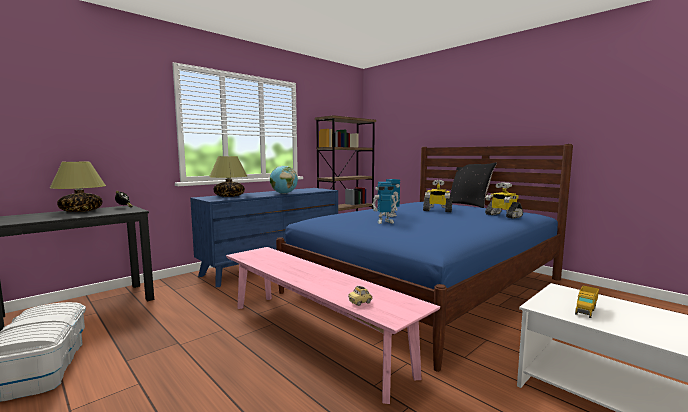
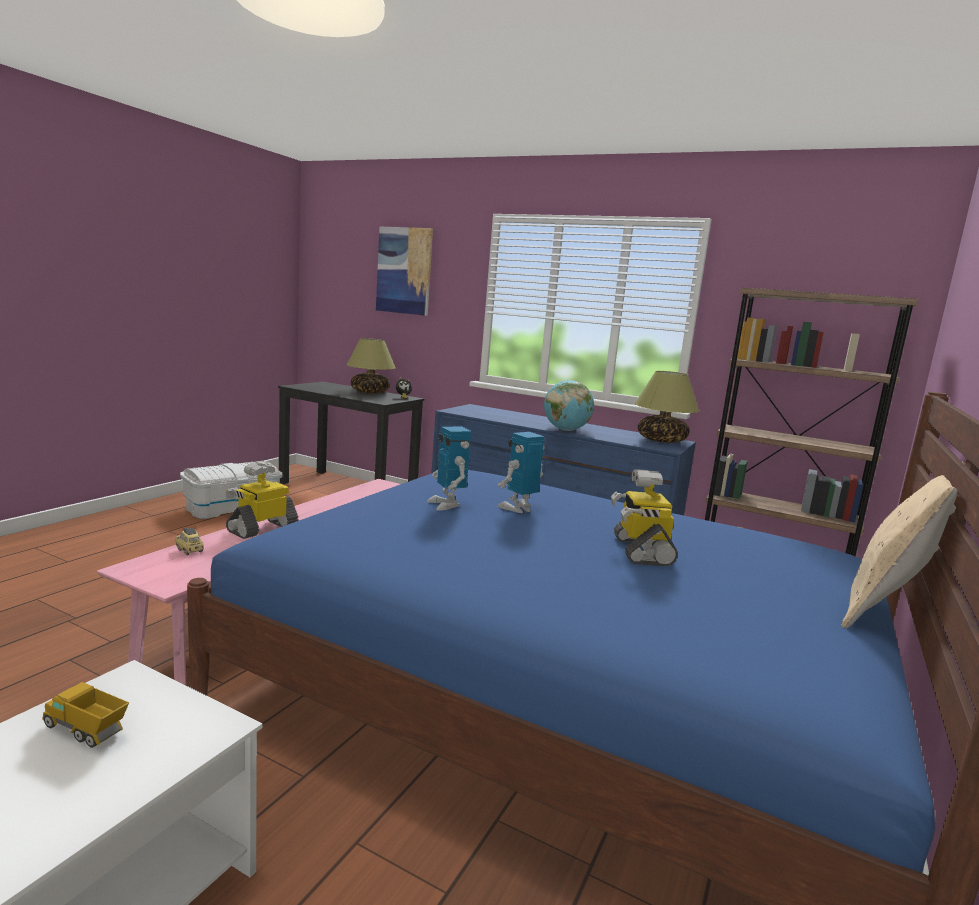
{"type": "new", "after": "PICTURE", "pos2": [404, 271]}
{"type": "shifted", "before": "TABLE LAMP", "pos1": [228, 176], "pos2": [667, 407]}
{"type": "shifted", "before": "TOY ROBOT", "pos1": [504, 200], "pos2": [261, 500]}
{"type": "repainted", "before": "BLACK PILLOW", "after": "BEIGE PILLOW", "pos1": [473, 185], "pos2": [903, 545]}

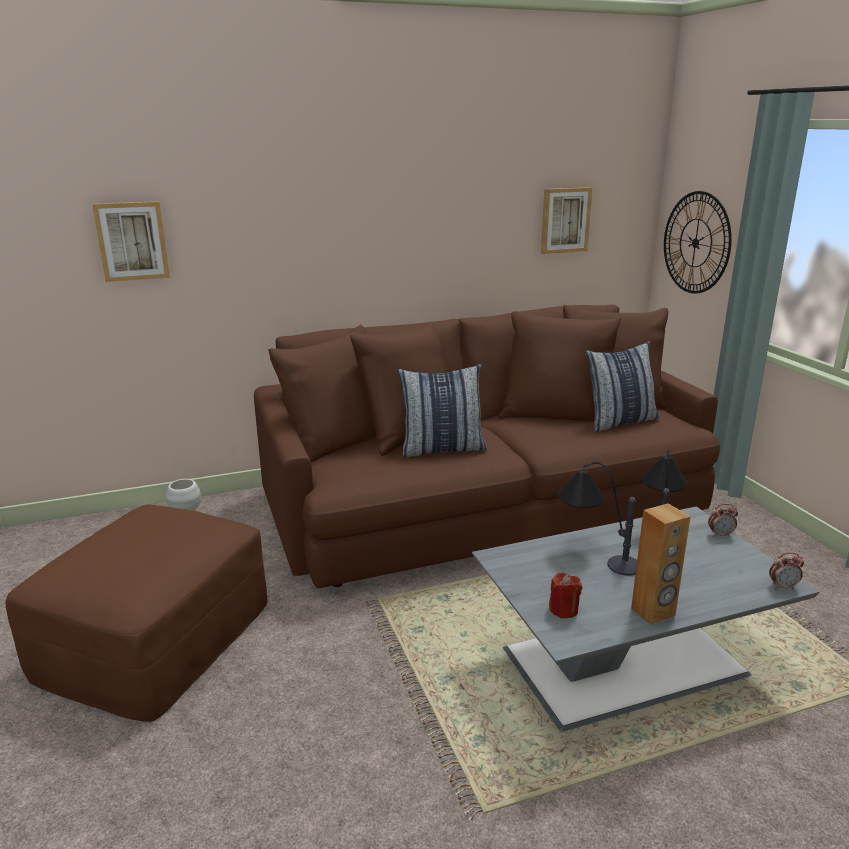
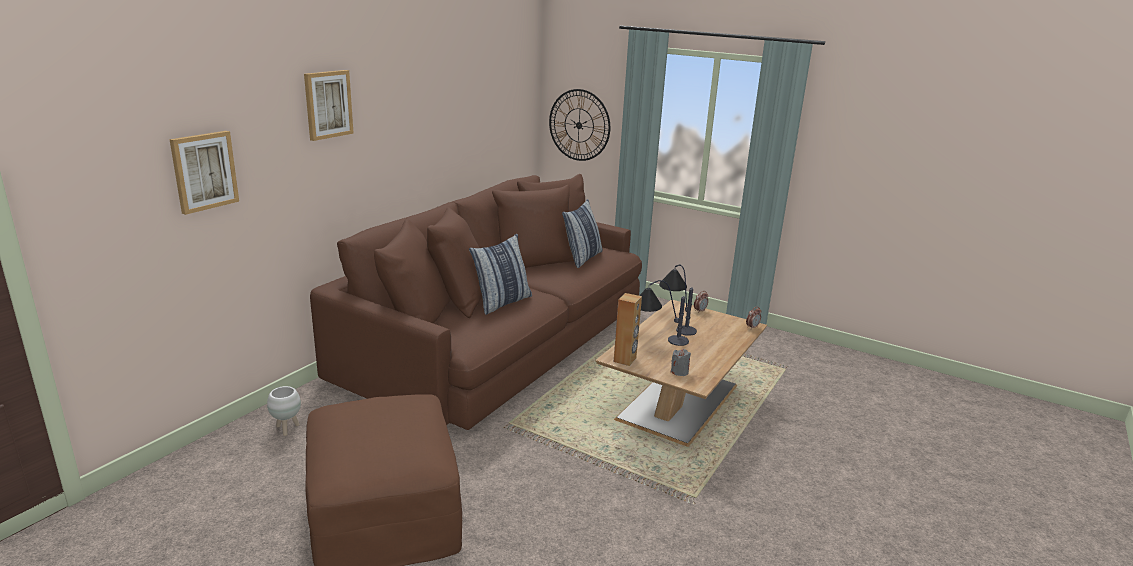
{"type": "shifted", "before": "PICTURE", "pos1": [566, 220], "pos2": [329, 105]}
{"type": "shifted", "before": "BROWN SPEAKER", "pos1": [661, 564], "pos2": [628, 329]}
{"type": "repainted", "before": "GREY COFFEE TABLE", "after": "BROWN COFFEE TABLE", "pos1": [645, 619], "pos2": [681, 373]}
{"type": "repainted", "before": "RED CANDLE", "after": "GREY CANDLE", "pos1": [565, 595], "pos2": [681, 362]}

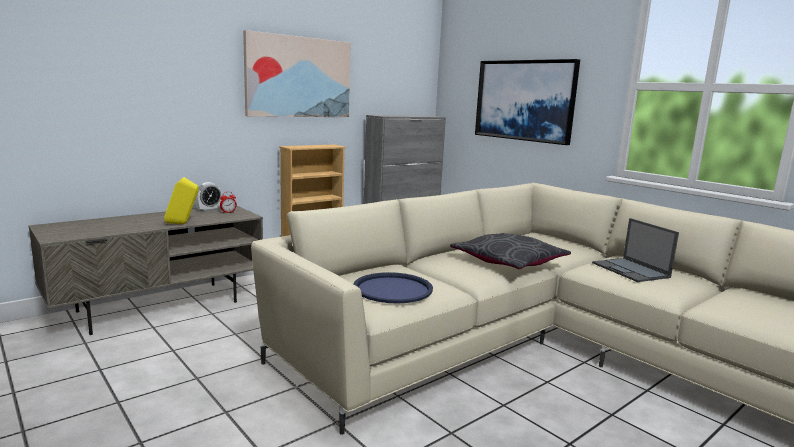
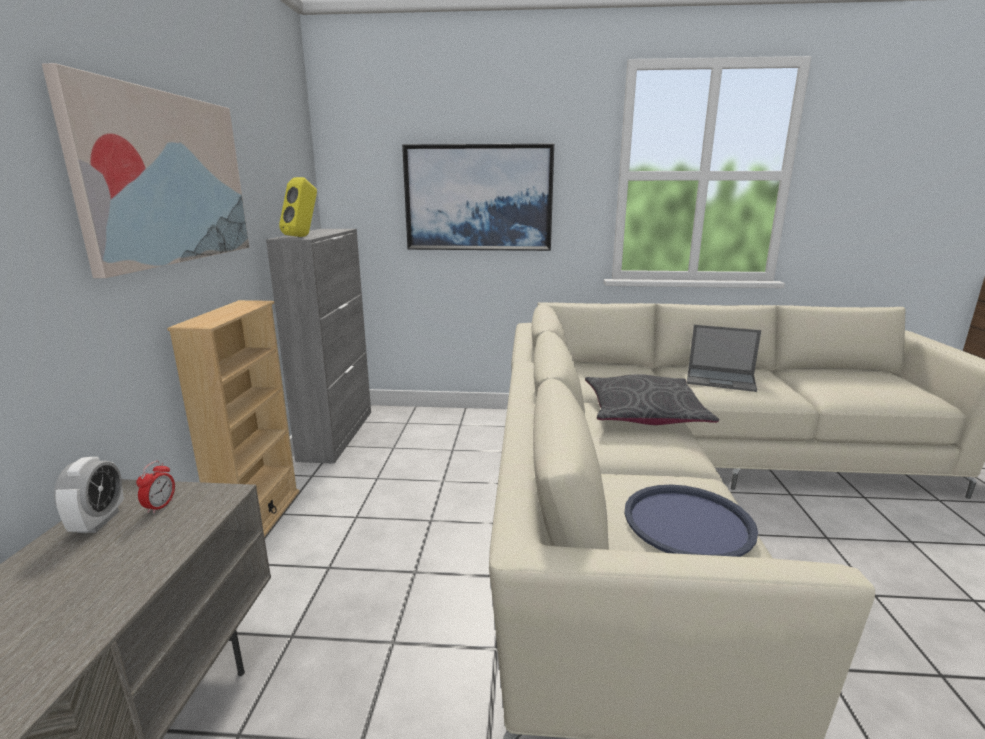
{"type": "shifted", "before": "YELLOW SPEAKER", "pos1": [181, 200], "pos2": [298, 207]}

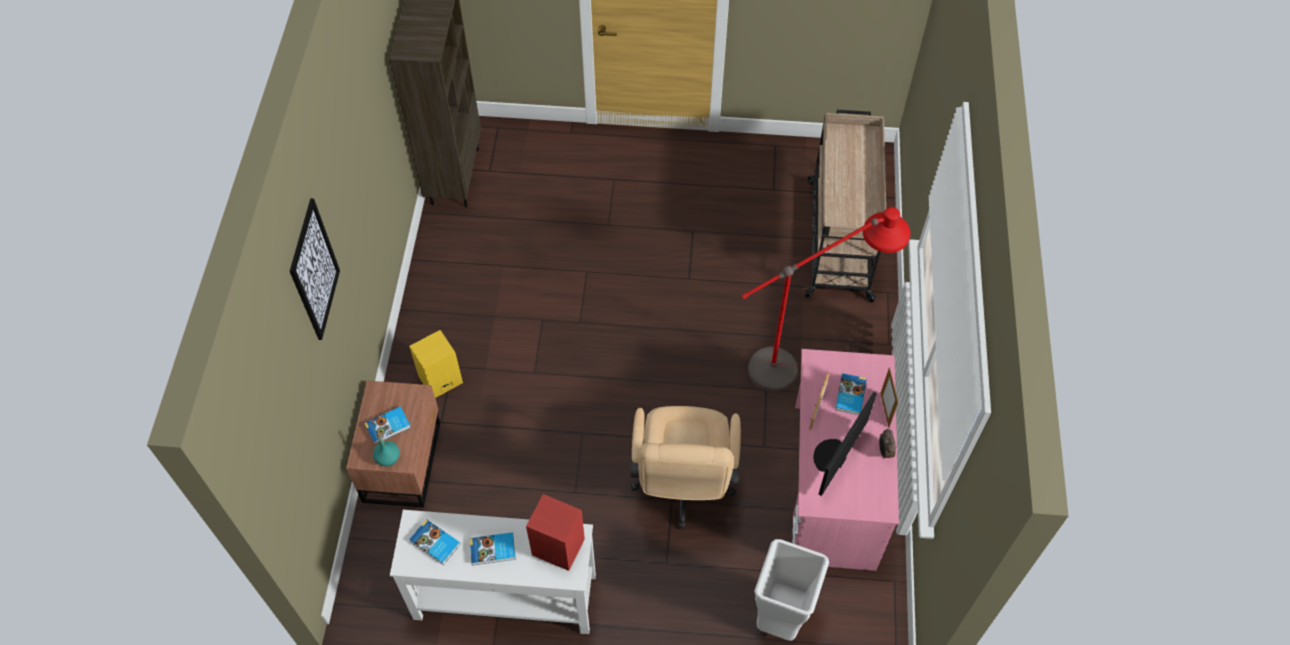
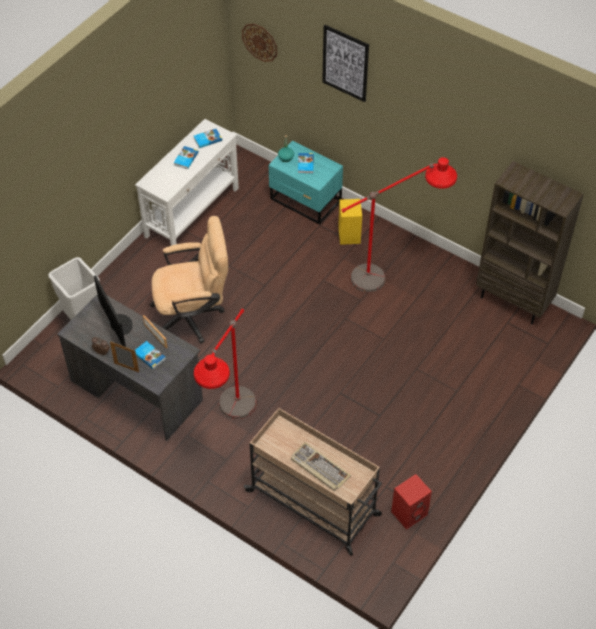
{"type": "new", "after": "WALL CLOCK", "pos2": [259, 43]}
{"type": "new", "after": "KEYBOARD", "pos2": [321, 466]}
{"type": "new", "after": "RED FLOOR LAMP", "pos2": [399, 224]}
{"type": "shifted", "before": "RED SPEAKER", "pos1": [555, 532], "pos2": [411, 502]}
{"type": "repainted", "before": "BROWN NIGHTSTAND", "after": "TURQUOISE NIGHTSTAND", "pos1": [393, 444], "pos2": [306, 183]}
{"type": "repainted", "before": "PINK DESK", "after": "GREY DESK", "pos1": [845, 460], "pos2": [130, 367]}
{"type": "rotated", "before": "BEIGE OFFICE CHAIR", "pos1": [685, 467], "pos2": [189, 279], "turn": 135}

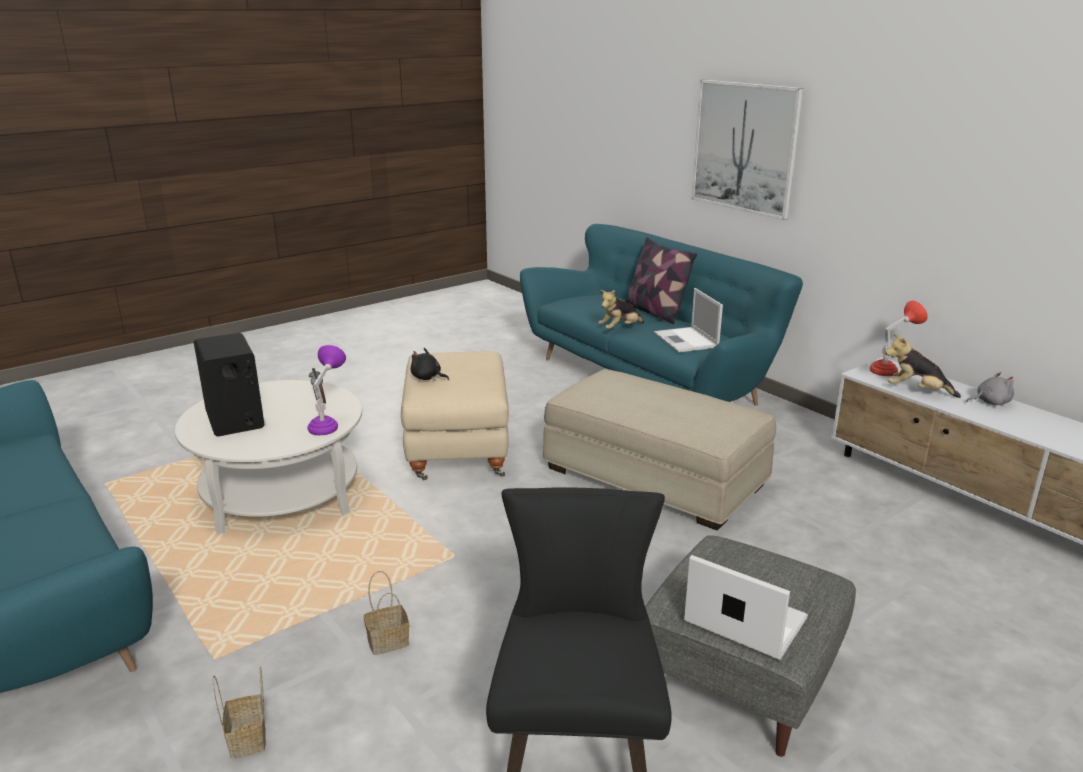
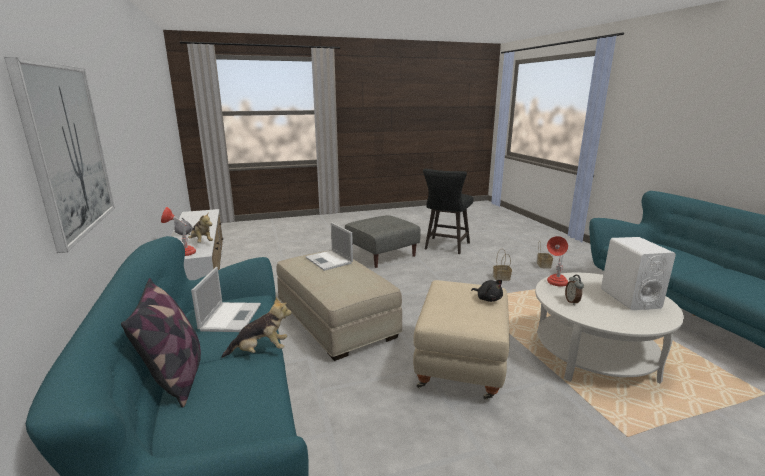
{"type": "shifted", "before": "LAPTOP", "pos1": [746, 607], "pos2": [329, 246]}
{"type": "repainted", "before": "BLACK SPEAKER", "after": "WHITE SPEAKER", "pos1": [229, 385], "pos2": [638, 273]}
{"type": "repainted", "before": "PURPLE TABLE LAMP", "after": "RED TABLE LAMP", "pos1": [327, 390], "pos2": [557, 261]}

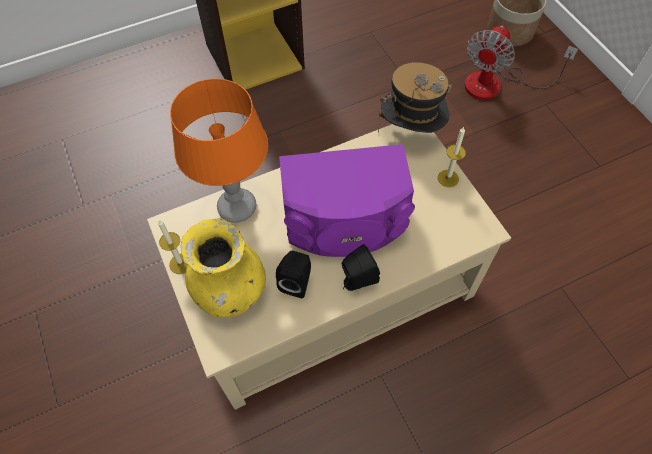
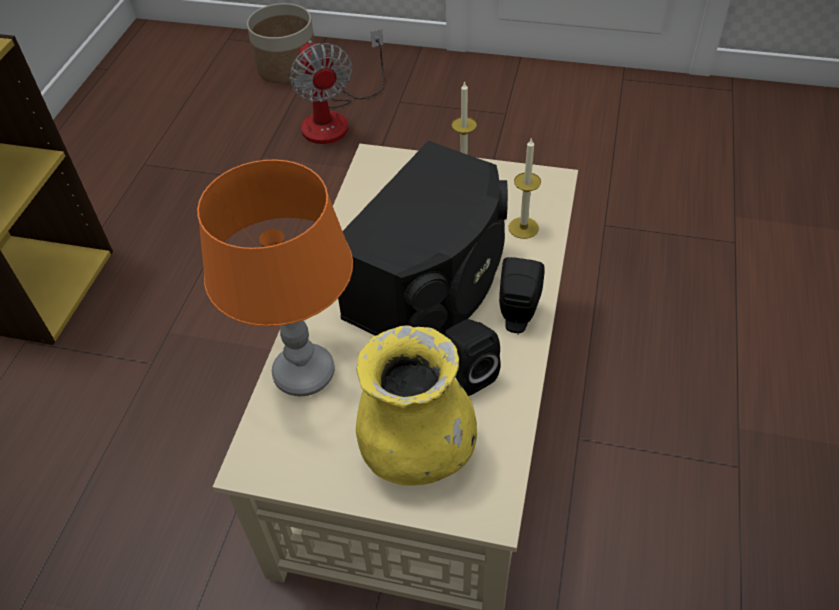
{"type": "gone", "before": "HAT", "pos1": [415, 97]}
{"type": "shifted", "before": "CANDLE", "pos1": [172, 247], "pos2": [525, 188]}
{"type": "repainted", "before": "PURPLE SPEAKER", "after": "BLACK SPEAKER", "pos1": [347, 200], "pos2": [423, 238]}

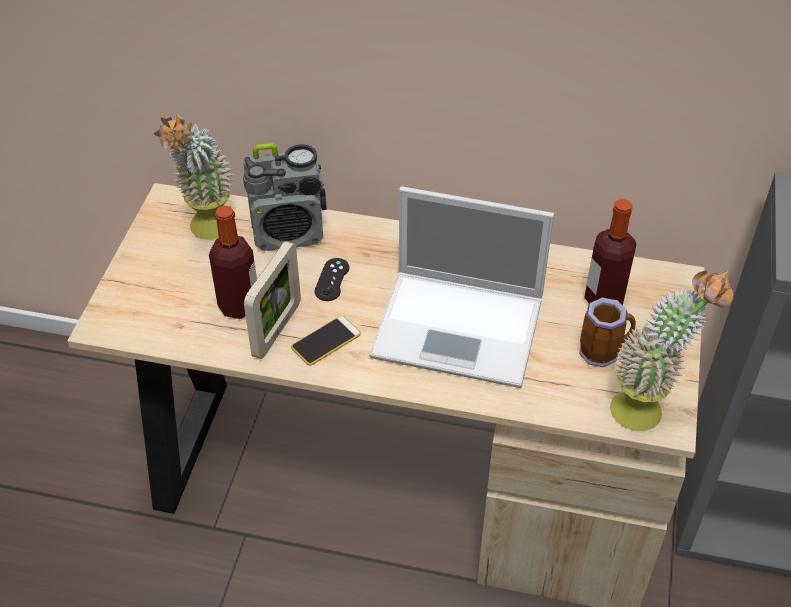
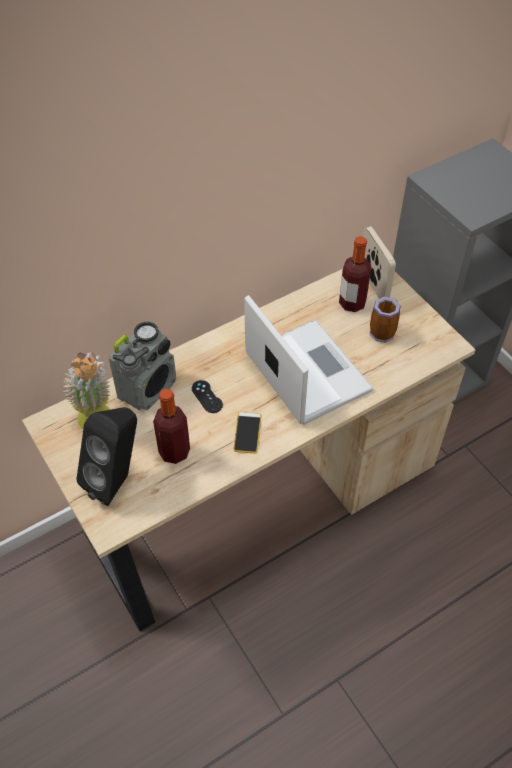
{"type": "gone", "before": "POTTED PLANT", "pos1": [672, 351]}
{"type": "new", "after": "BLACK SPEAKER", "pos2": [106, 456]}
{"type": "shifted", "before": "PICTURE FRAME", "pos1": [272, 300], "pos2": [379, 262]}
{"type": "rotated", "before": "LAPTOP", "pos1": [461, 287], "pos2": [308, 360], "turn": -90}

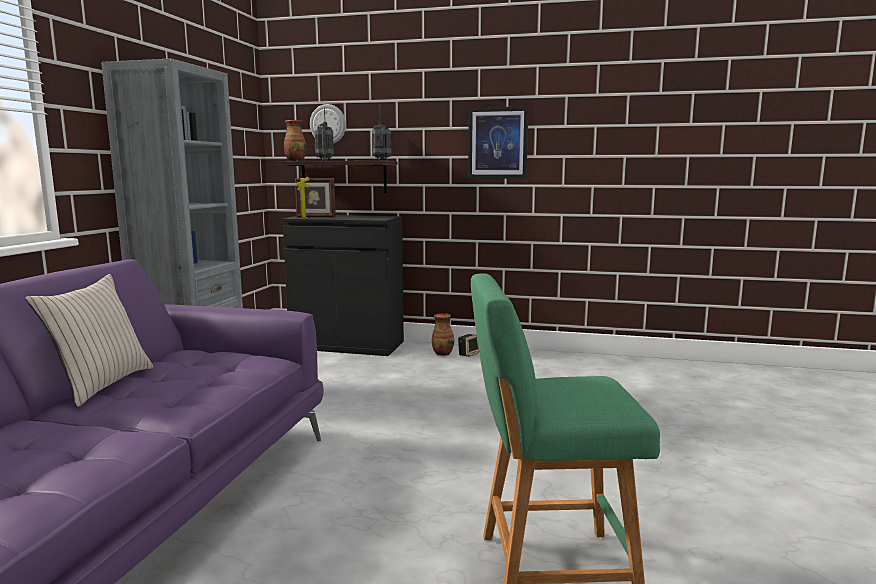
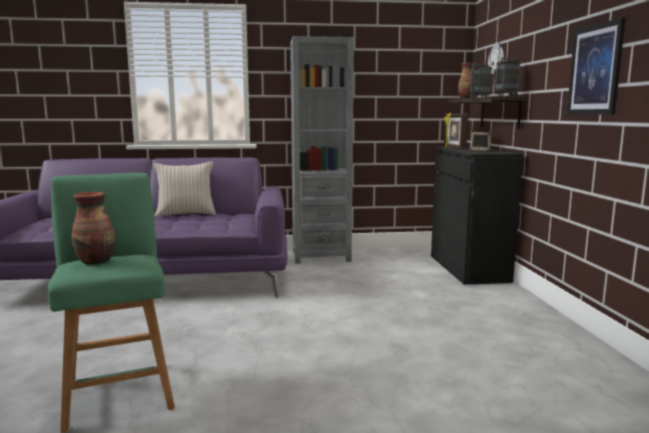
{"type": "shifted", "before": "VASE", "pos1": [443, 334], "pos2": [93, 228]}
{"type": "shifted", "before": "SPEAKER", "pos1": [468, 345], "pos2": [481, 142]}

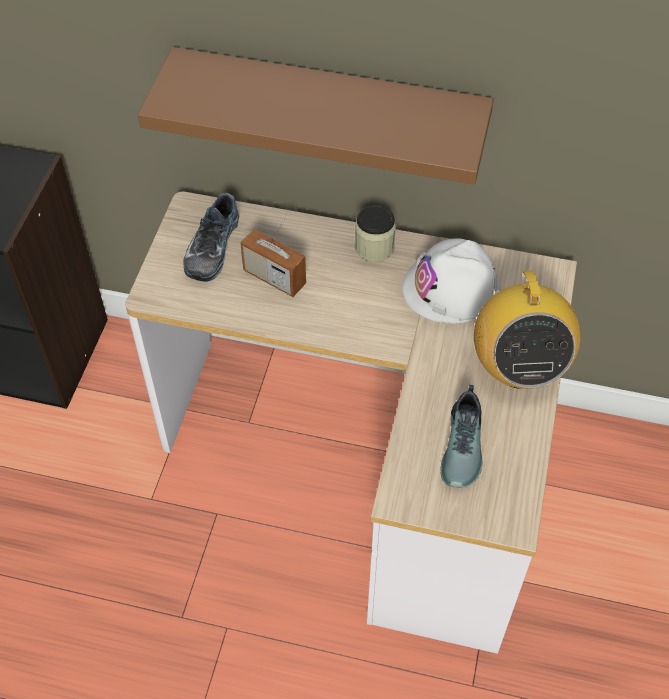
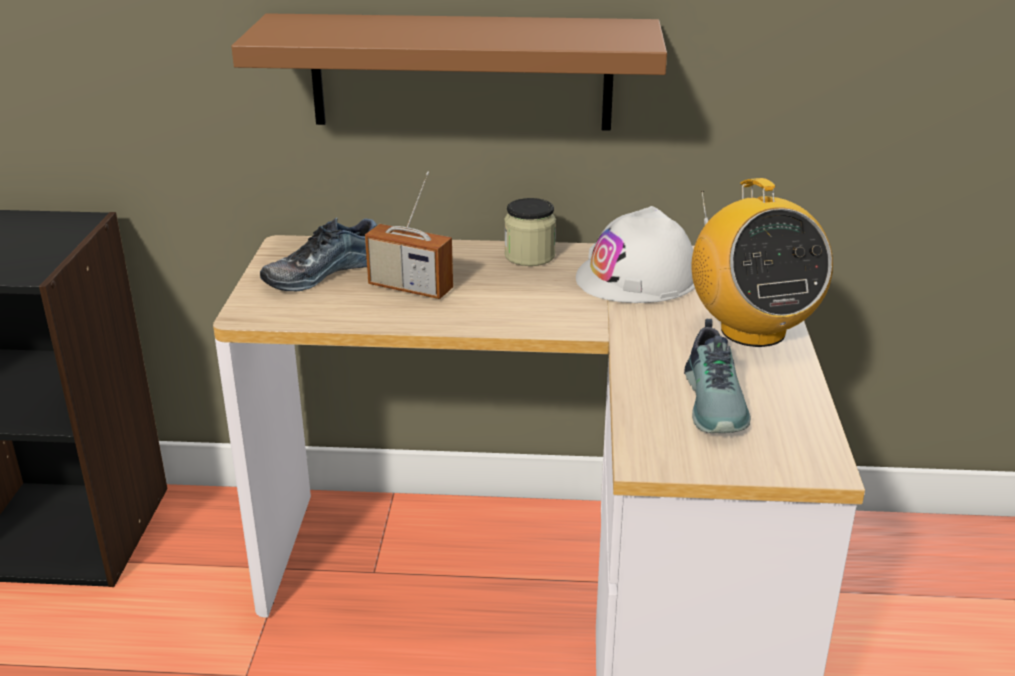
{"type": "rotated", "before": "SHOE", "pos1": [211, 237], "pos2": [318, 255], "turn": 45}

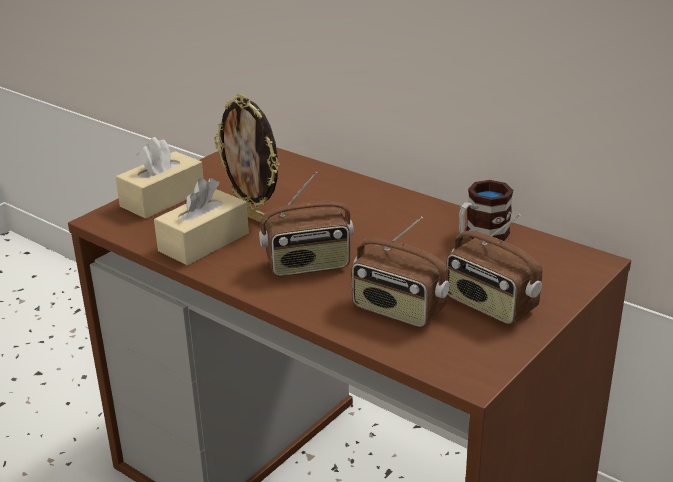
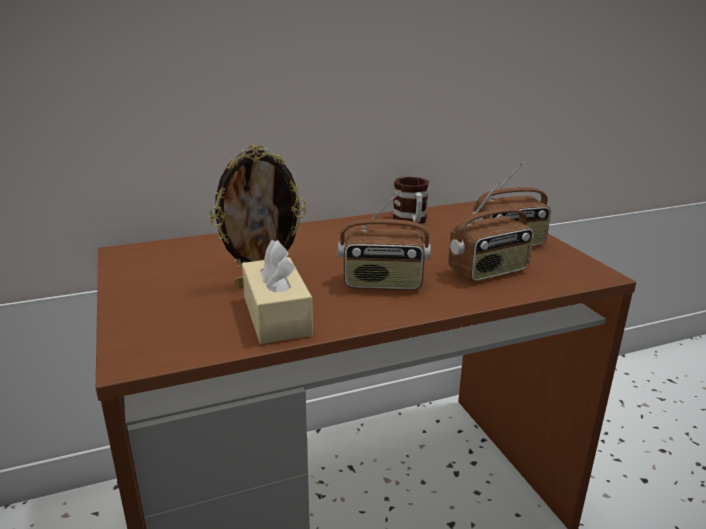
{"type": "gone", "before": "BEIGE TISSUE BOX", "pos1": [159, 178]}
{"type": "rotated", "before": "RADIO", "pos1": [306, 224], "pos2": [384, 240], "turn": 75}

